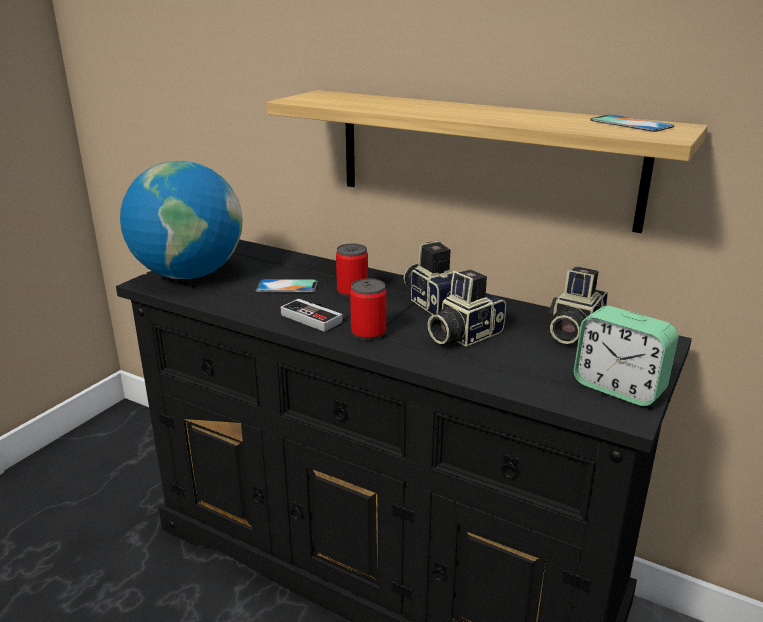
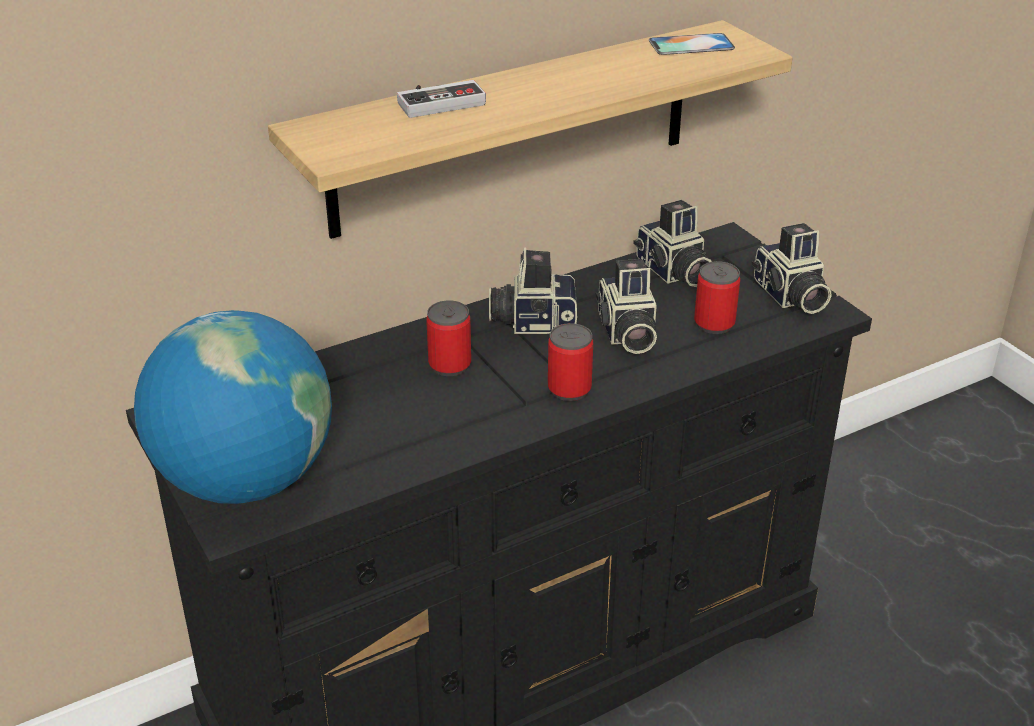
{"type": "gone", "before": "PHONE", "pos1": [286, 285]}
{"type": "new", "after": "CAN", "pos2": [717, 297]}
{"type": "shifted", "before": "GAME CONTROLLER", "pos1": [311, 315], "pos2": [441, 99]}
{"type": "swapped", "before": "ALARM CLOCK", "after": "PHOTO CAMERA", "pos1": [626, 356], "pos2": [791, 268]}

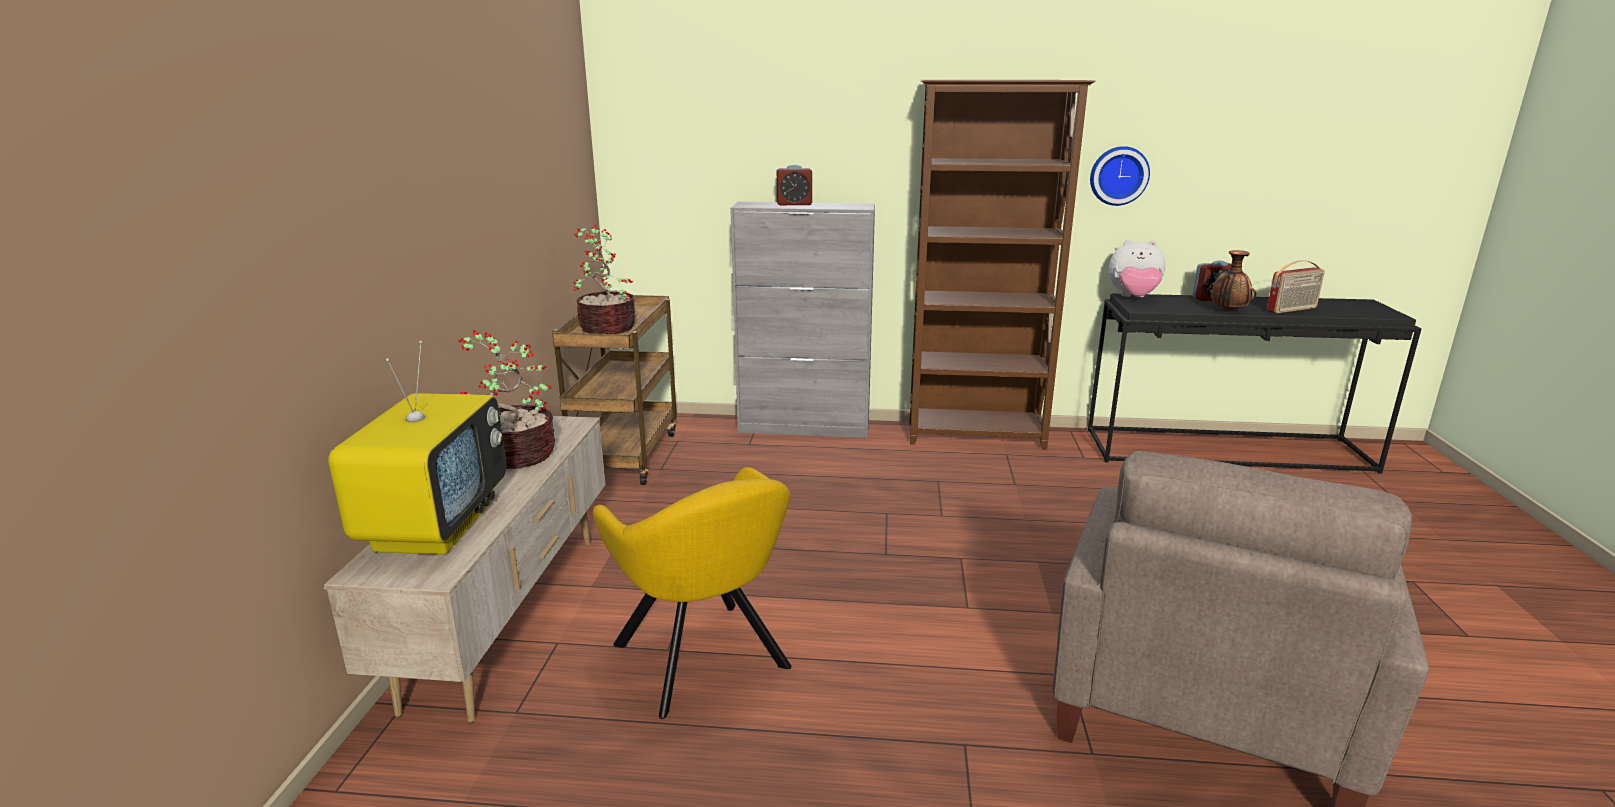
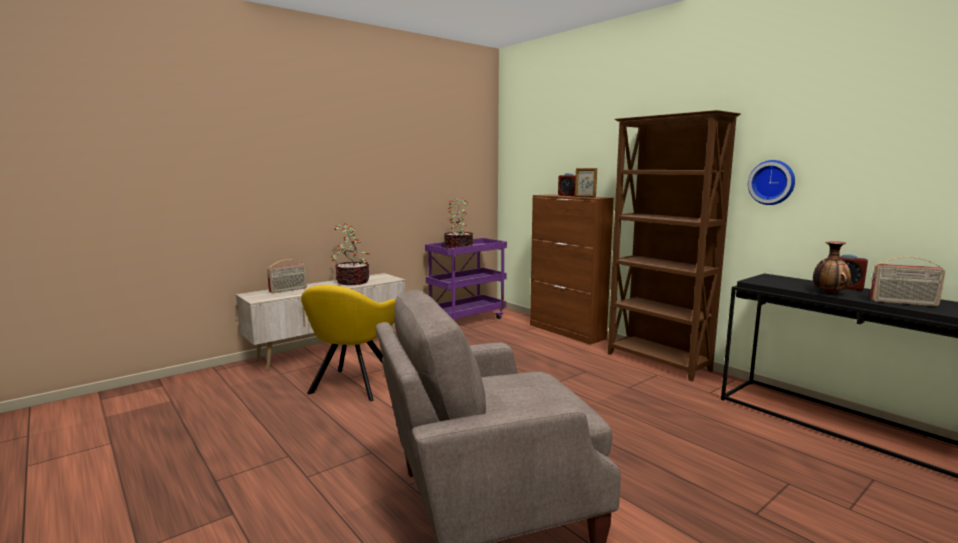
{"type": "gone", "before": "PLUSH TOY", "pos1": [1137, 268]}
{"type": "new", "after": "PICTURE FRAME", "pos2": [586, 182]}
{"type": "swapped", "before": "TELEVISION", "after": "RADIO", "pos1": [417, 448], "pos2": [287, 276]}
{"type": "repainted", "before": "BROWN CART", "after": "PURPLE CART", "pos1": [614, 390], "pos2": [466, 279]}
{"type": "repainted", "before": "GREY CABINET", "after": "BROWN CABINET", "pos1": [802, 320], "pos2": [572, 269]}

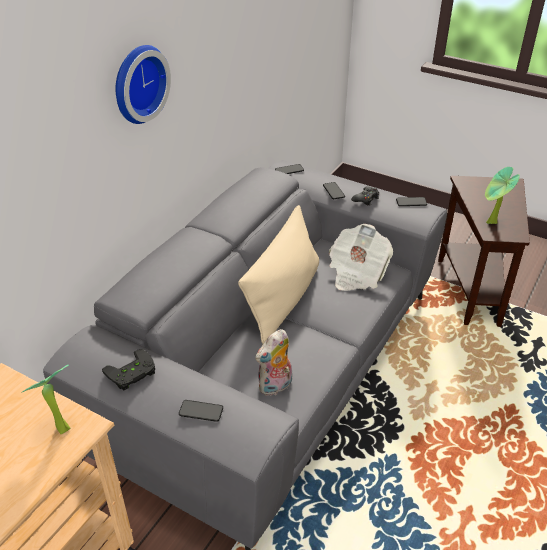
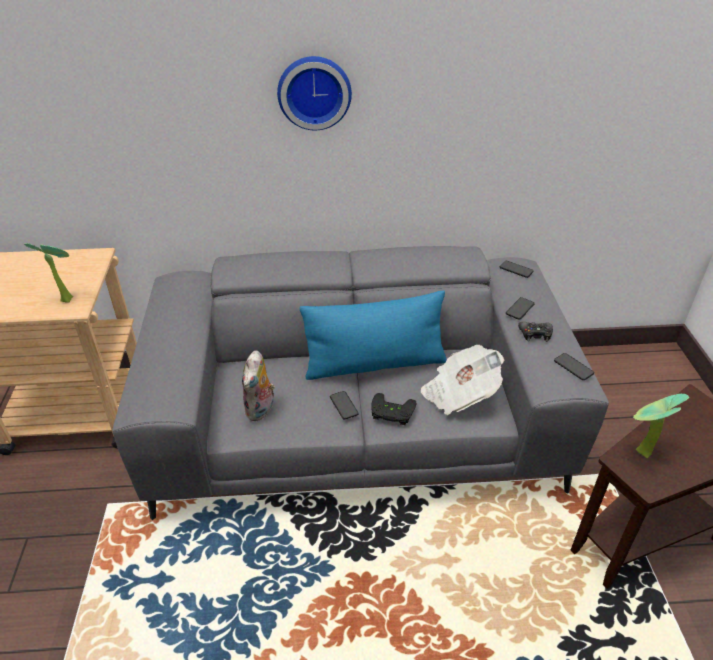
{"type": "shifted", "before": "BLACK GAME CONTROLLER", "pos1": [128, 370], "pos2": [394, 409]}
{"type": "shifted", "before": "PHONE", "pos1": [201, 411], "pos2": [344, 405]}
{"type": "repainted", "before": "BEIGE PILLOW", "after": "BLUE PILLOW", "pos1": [278, 274], "pos2": [373, 335]}
{"type": "rotated", "before": "PLUSH TOY", "pos1": [273, 362], "pos2": [258, 385], "turn": -90}

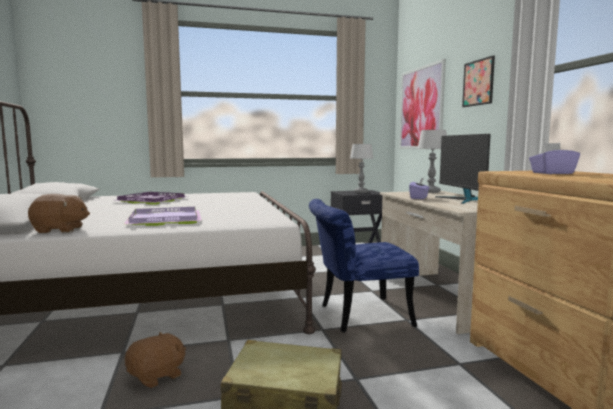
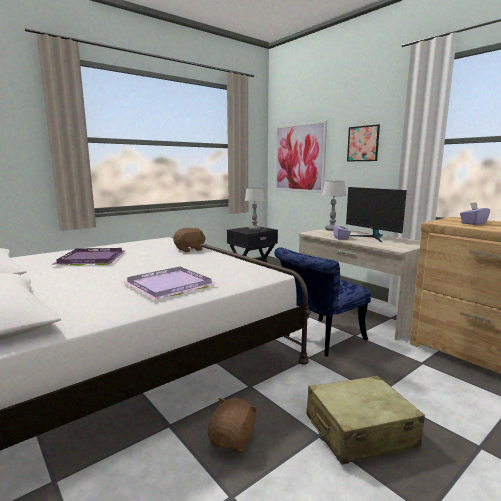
{"type": "shifted", "before": "BROWN PLUSH TOY", "pos1": [59, 213], "pos2": [189, 240]}

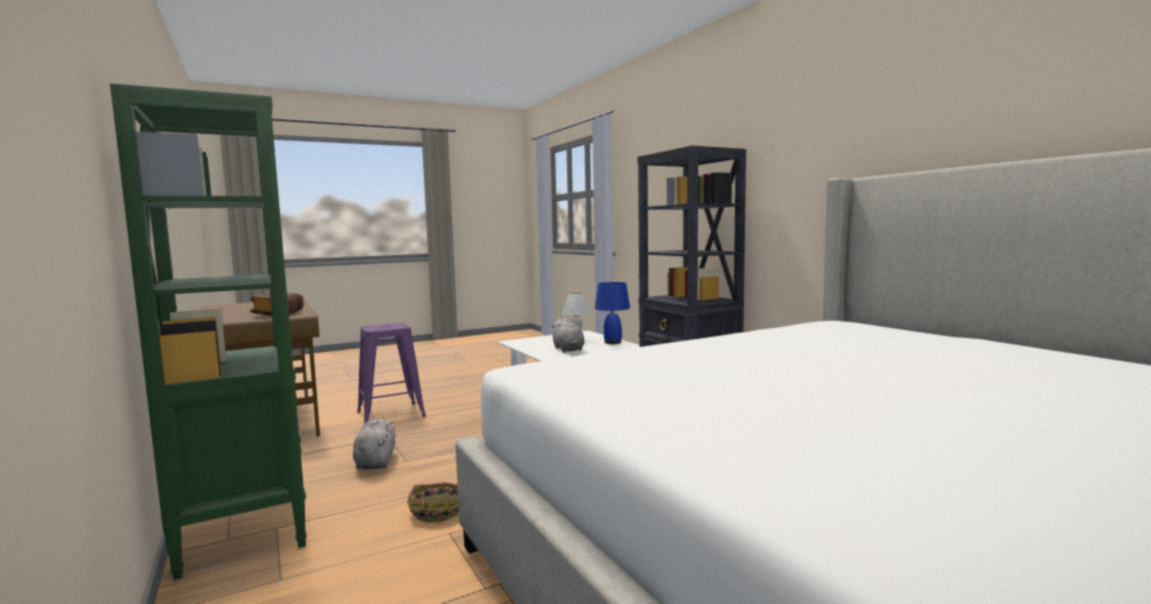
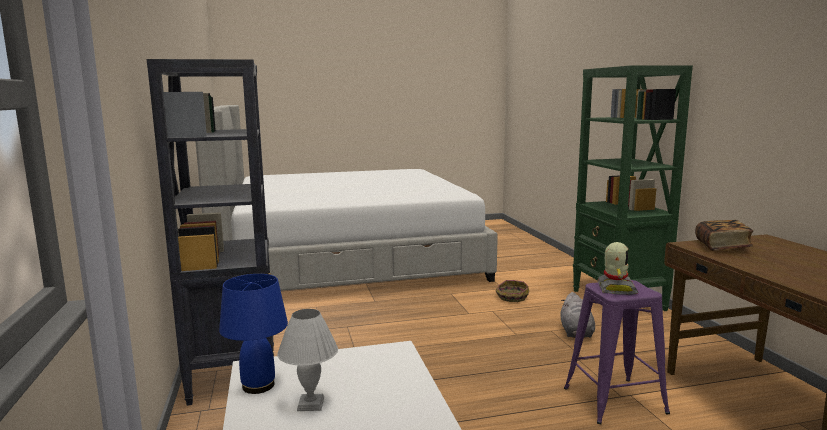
{"type": "gone", "before": "GREY PLUSH TOY", "pos1": [567, 334]}
{"type": "new", "after": "TOY ROBOT", "pos2": [618, 268]}

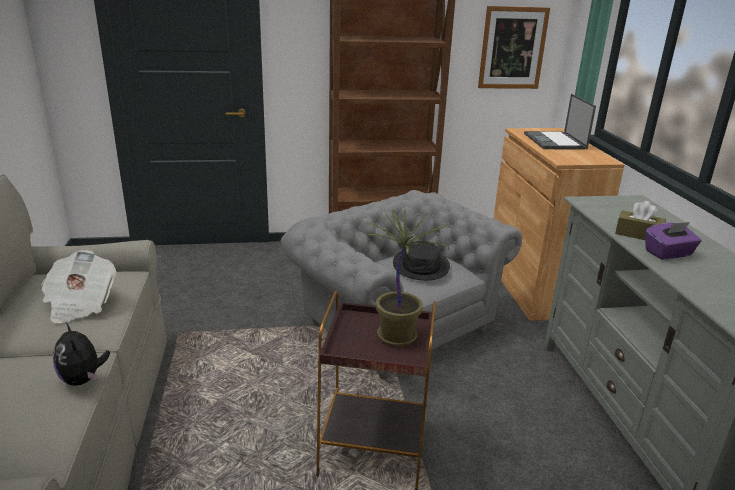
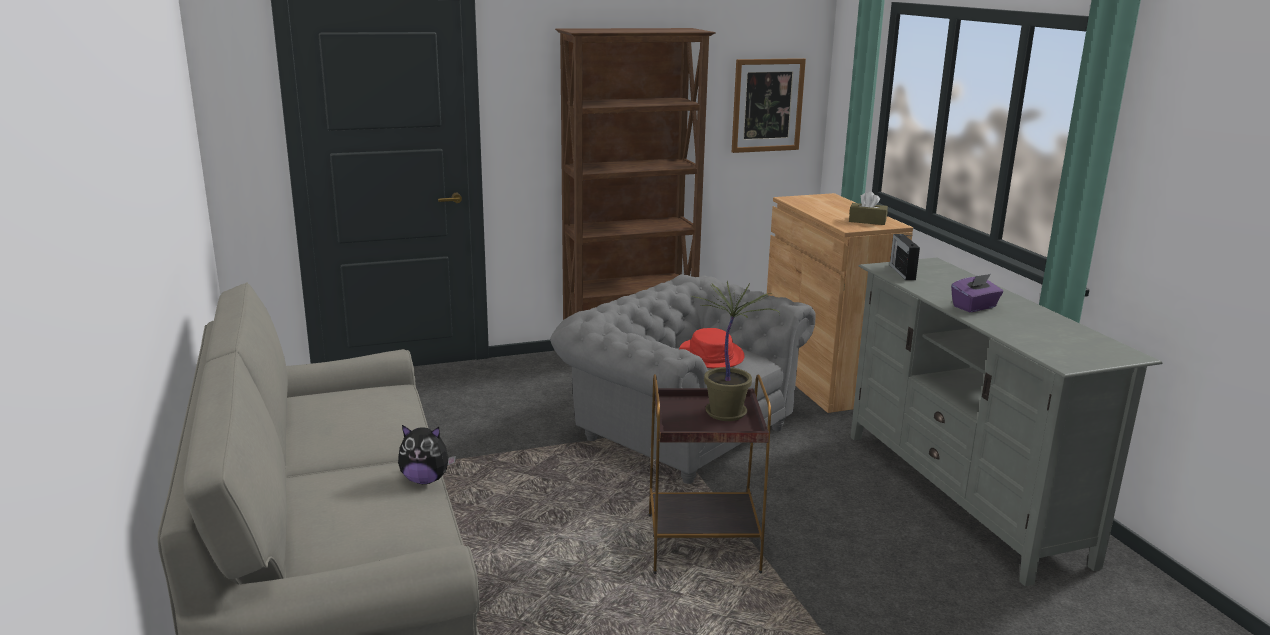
{"type": "gone", "before": "NEWSPAPER", "pos1": [78, 286]}
{"type": "gone", "before": "LAPTOP", "pos1": [560, 122]}
{"type": "new", "after": "RADIO", "pos2": [905, 257]}
{"type": "shifted", "before": "BROWN TISSUE BOX", "pos1": [640, 220], "pos2": [868, 208]}
{"type": "repainted", "before": "BLACK HAT", "after": "RED HAT", "pos1": [421, 260], "pos2": [712, 348]}
{"type": "rotated", "before": "PLUSH TOY", "pos1": [81, 354], "pos2": [427, 454], "turn": -45}

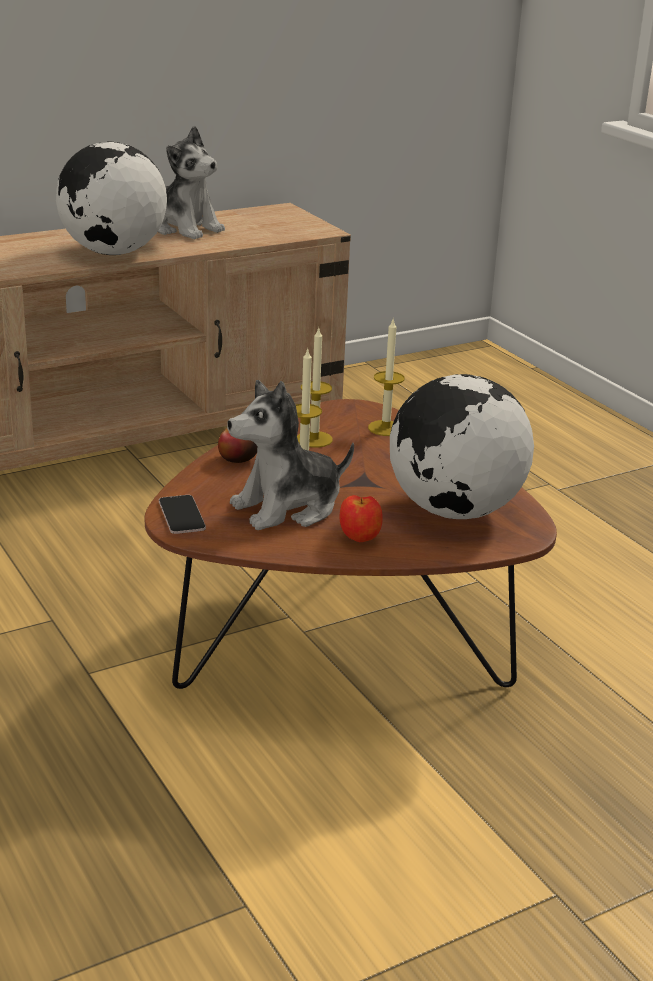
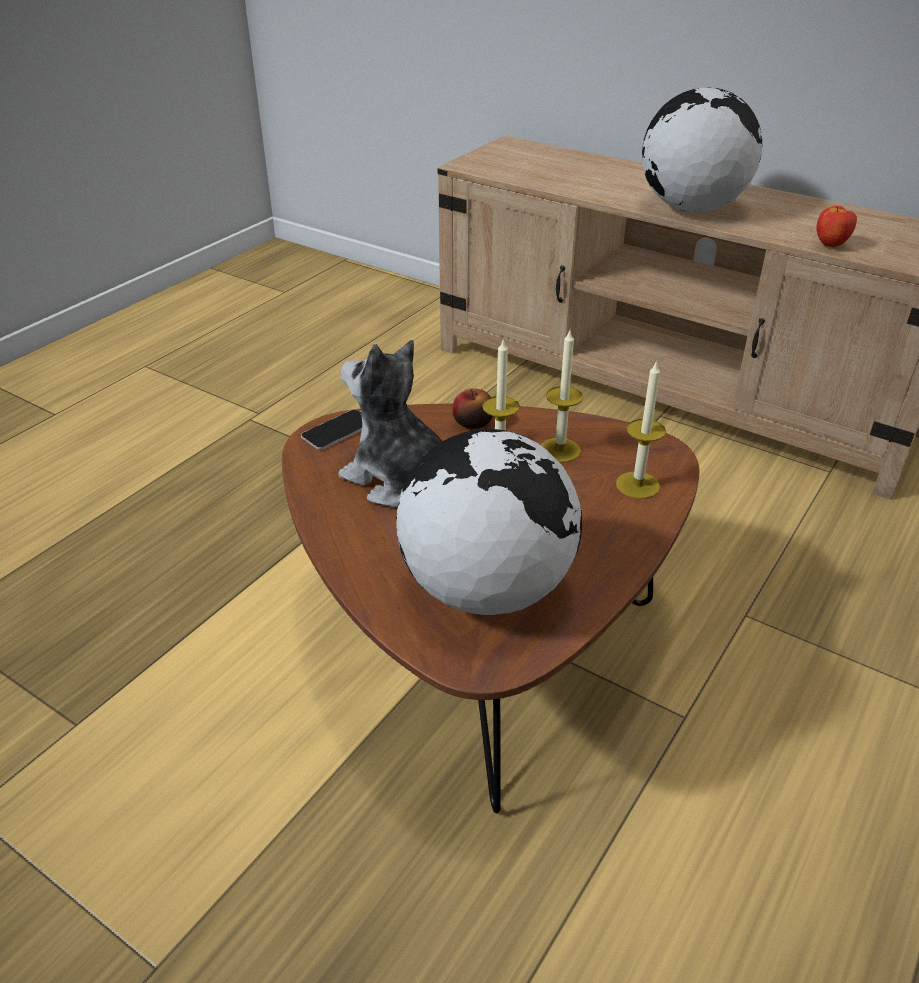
{"type": "gone", "before": "PLUSH TOY", "pos1": [191, 182]}
{"type": "shifted", "before": "APPLE", "pos1": [361, 518], "pos2": [836, 227]}

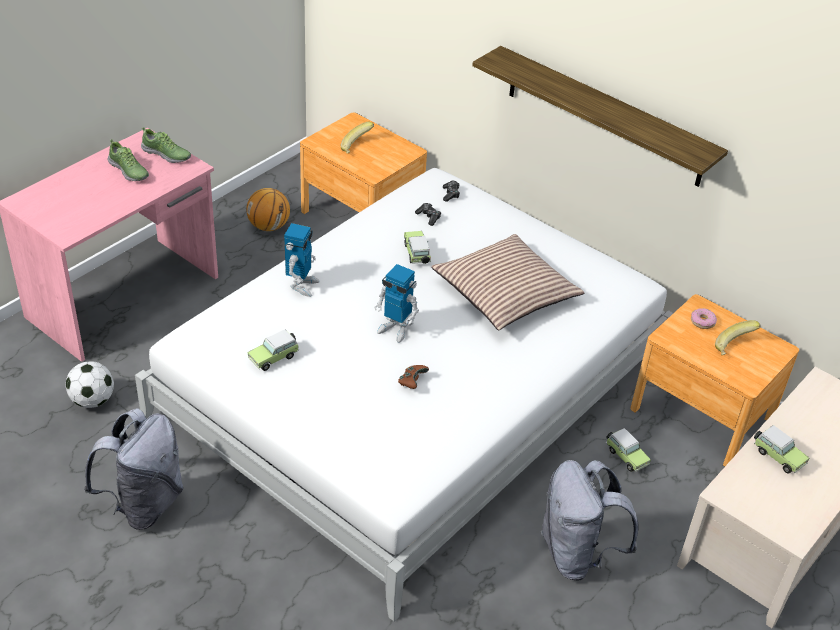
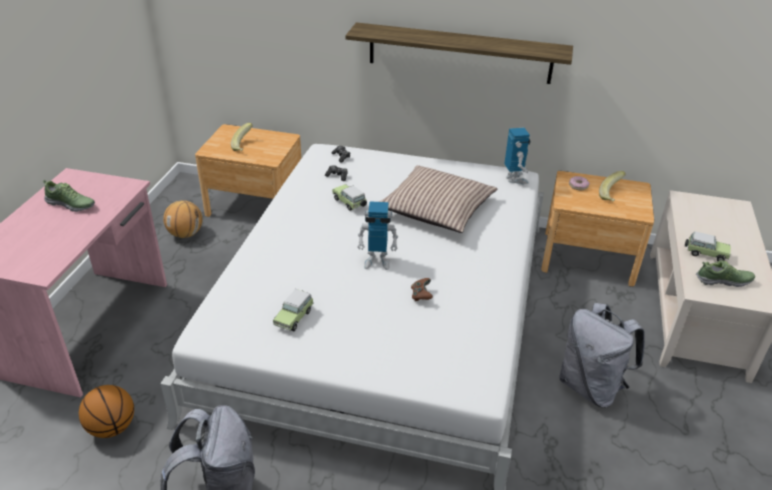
{"type": "gone", "before": "TOY CAR", "pos1": [628, 450]}
{"type": "shifted", "before": "SHOE", "pos1": [166, 145], "pos2": [725, 273]}
{"type": "shifted", "before": "TOY ROBOT", "pos1": [302, 260], "pos2": [517, 156]}
{"type": "swapped", "before": "FOOTBALL", "after": "BASKETBALL", "pos1": [90, 384], "pos2": [106, 411]}

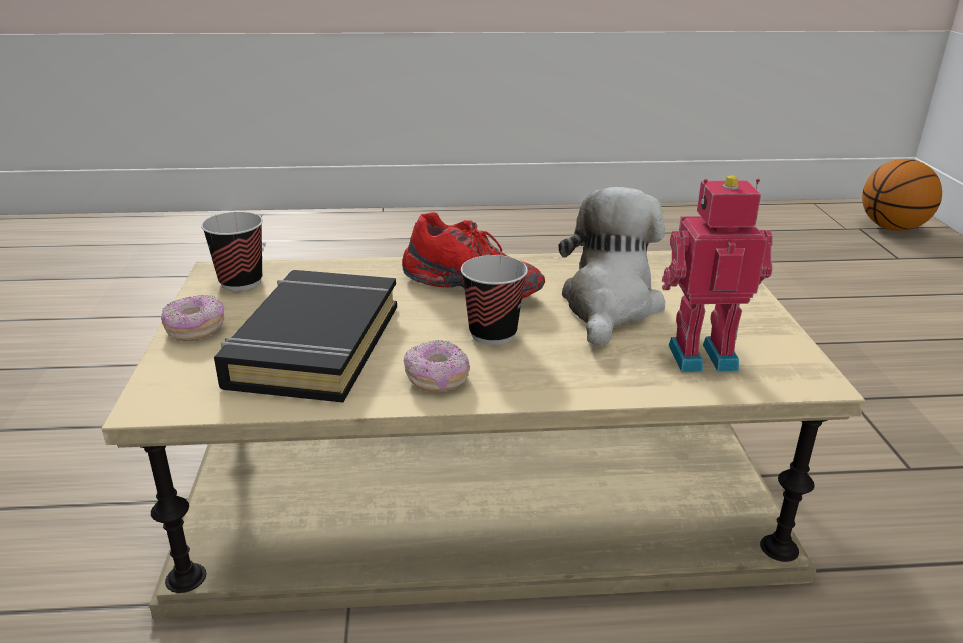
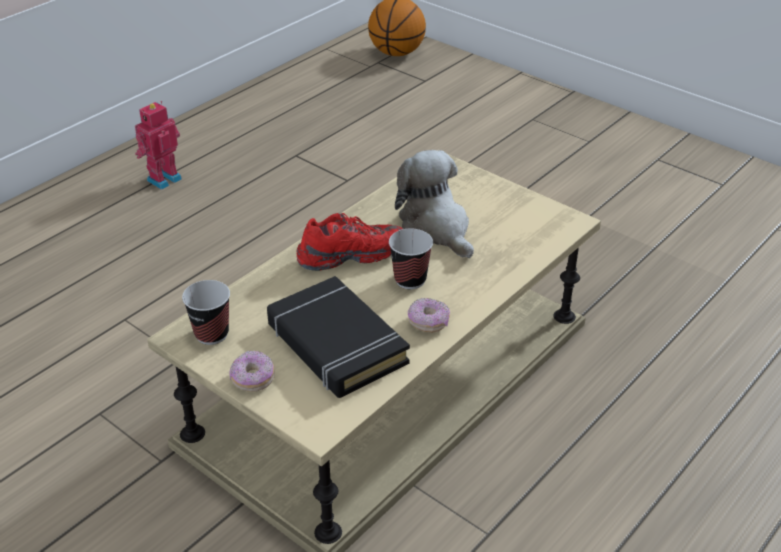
{"type": "shifted", "before": "TOY ROBOT", "pos1": [717, 273], "pos2": [158, 145]}

